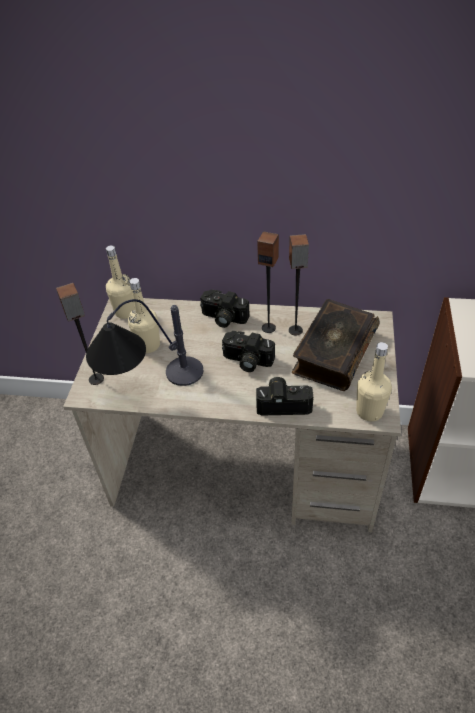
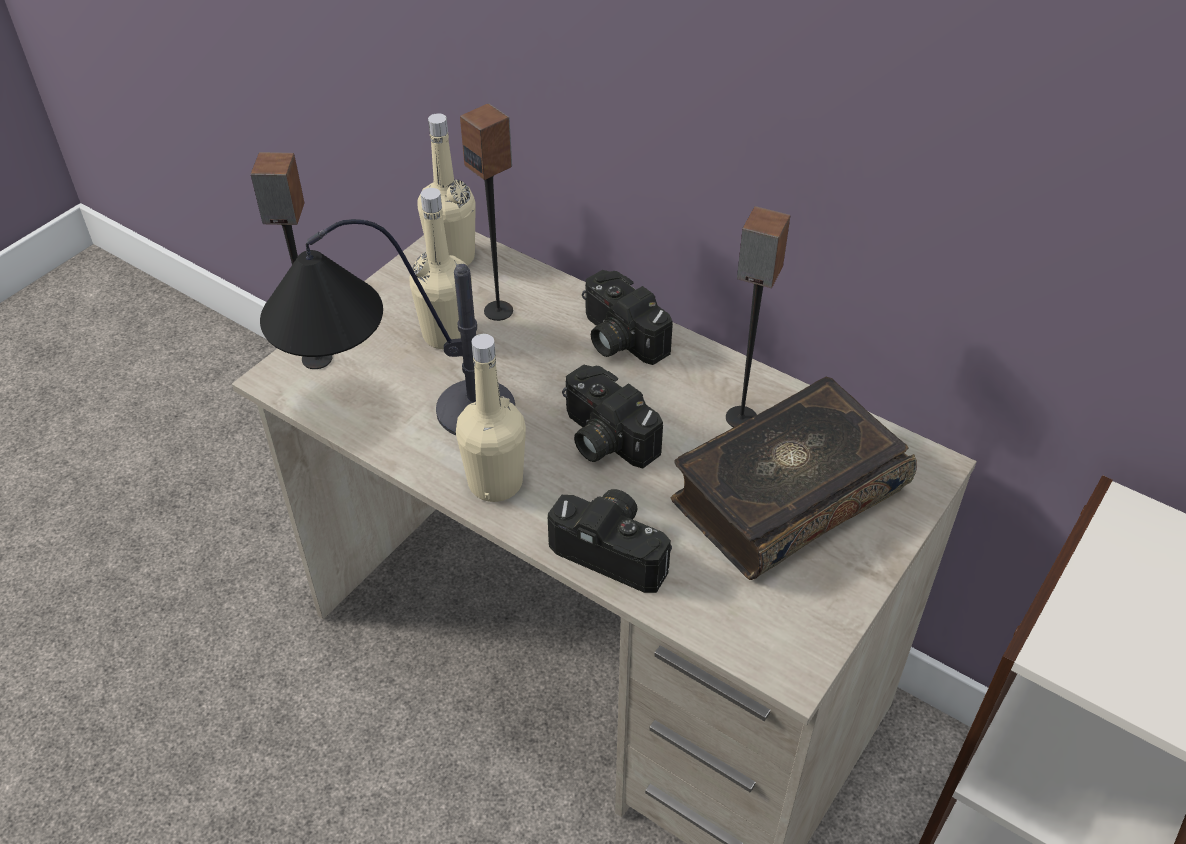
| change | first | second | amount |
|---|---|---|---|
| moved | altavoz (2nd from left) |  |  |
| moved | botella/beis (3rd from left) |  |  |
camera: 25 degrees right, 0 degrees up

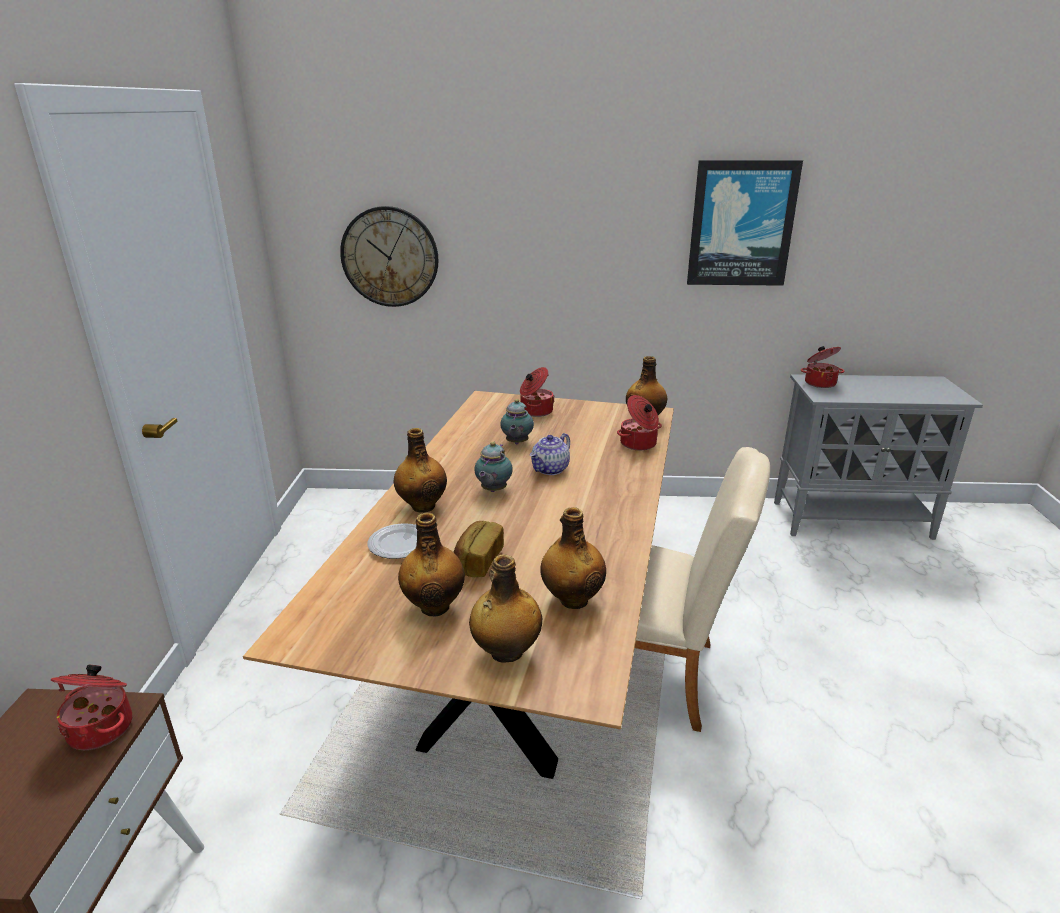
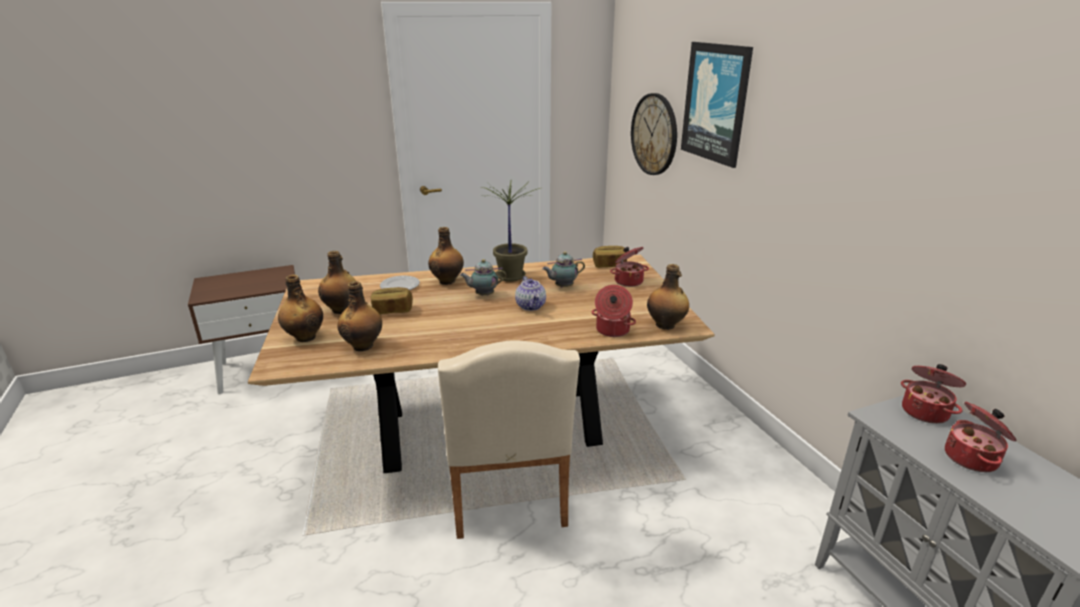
| change | first | second | amount |
|---|---|---|---|
| added |  | planta en maceta |  |
| added |  | pan (2nd from left) |  |
| moved | olla (1st from left in the first image) | olla (4th from left) |  |
| moved | cuadro |  |  |
| turned | tetera (3rd from left in the first image) | tetera (2nd from left) | 120 degrees counterclockwise |
camera: 65 degrees right, 0 degrees up

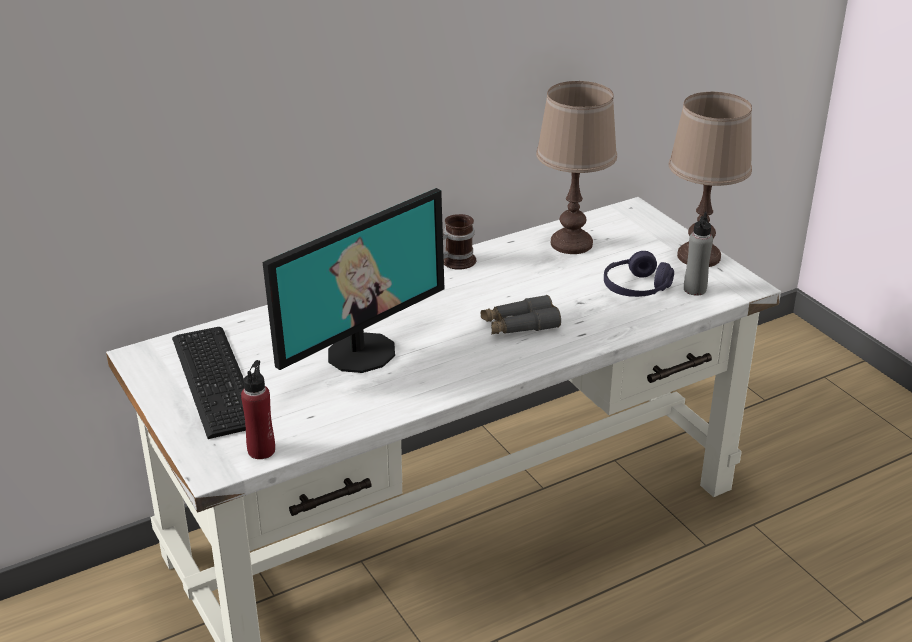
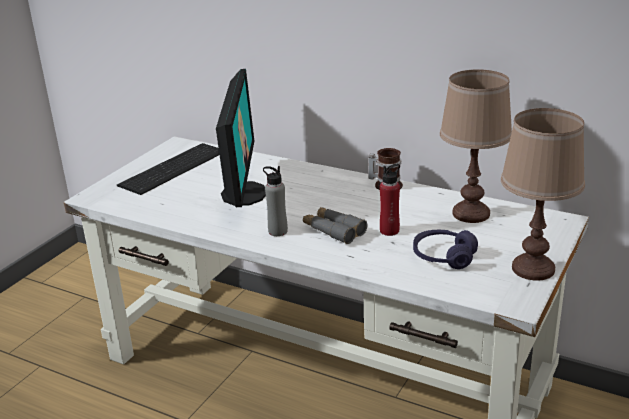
| change | first | second | amount |
|---|---|---|---|
| moved | botella/rojo |  |  |
| moved | botella/gris |  |  |
| turned | monitor |  | 105 degrees counterclockwise |
camera: 60 degrees right, 5 degrees down

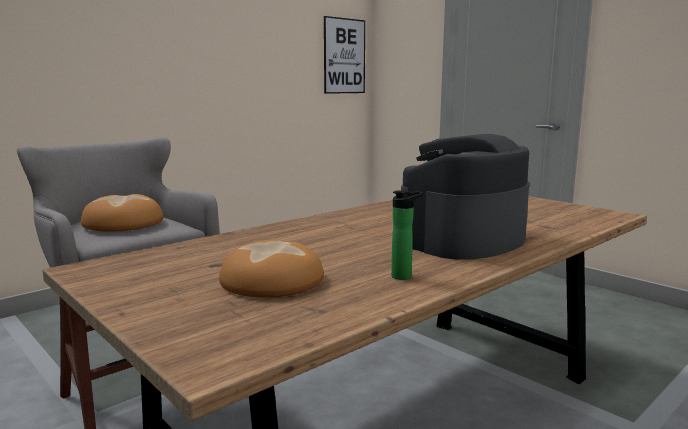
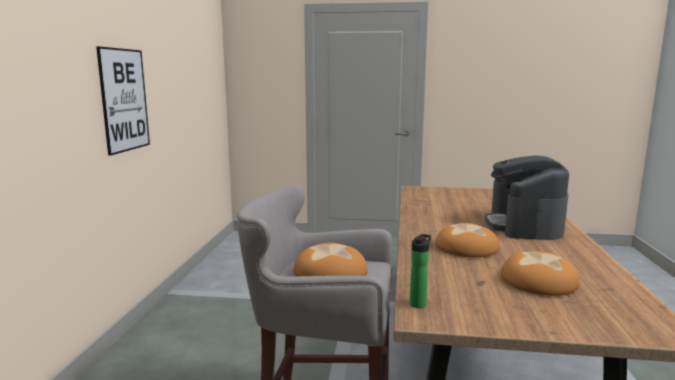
| change | first | second | amount |
|---|---|---|---|
| added |  | pan (2nd from left) |  |
| moved | cuadro |  |  |
| moved | botella |  |  |
camera: 40 degrees left, 0 degrees up

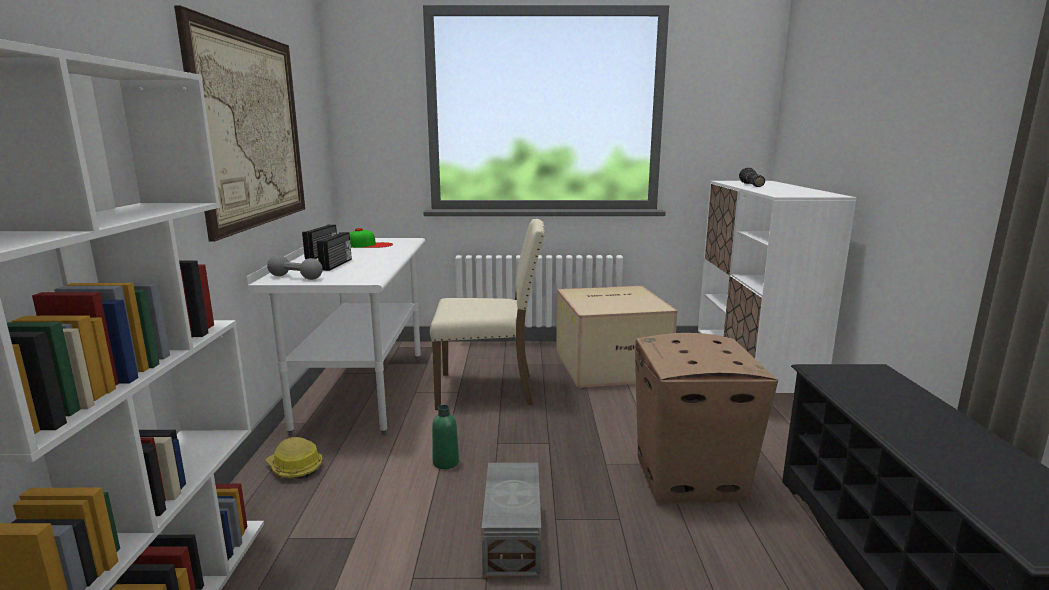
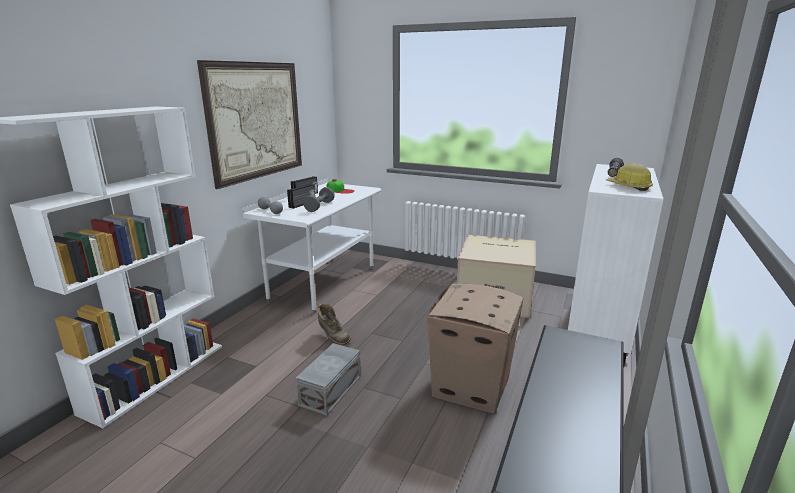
| change | first | second | amount |
|---|---|---|---|
| removed | silla/beis |  |  |
| added |  | mancuerna/gris (2nd from left) |  |
| moved | casco |  |  |
| replaced | botella/verde | bota/marrón |  |
camera: 25 degrees right, 5 degrees up

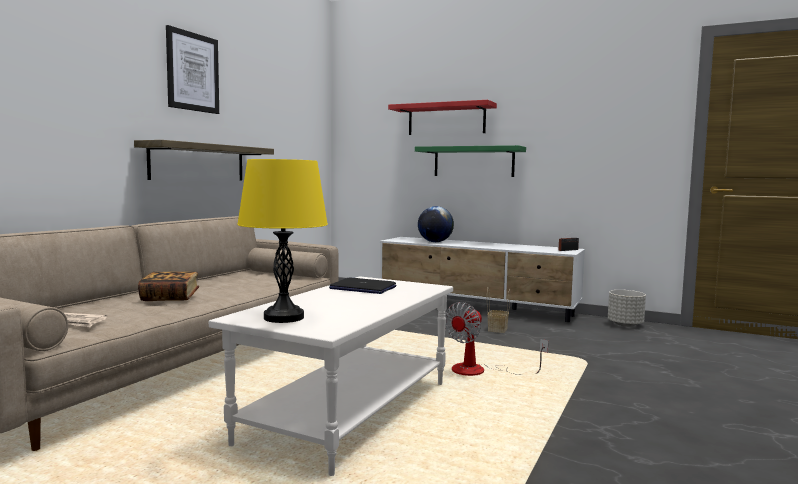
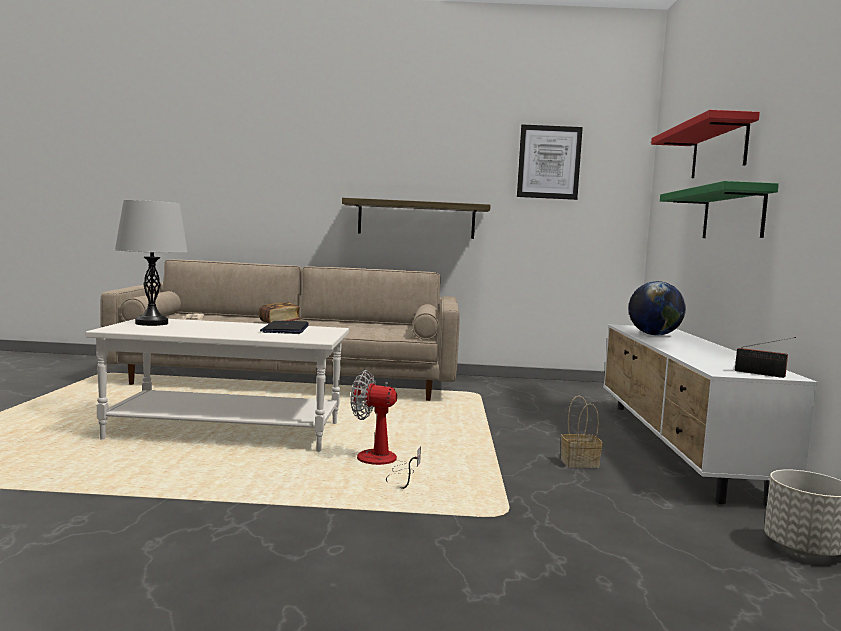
| change | first | second | amount |
|---|---|---|---|
| moved | cuadro |  |  |
| recoloured | lámpara de mesa/amarillo | lámpara de mesa/gris |  |
camera: 65 degrees right, 0 degrees up

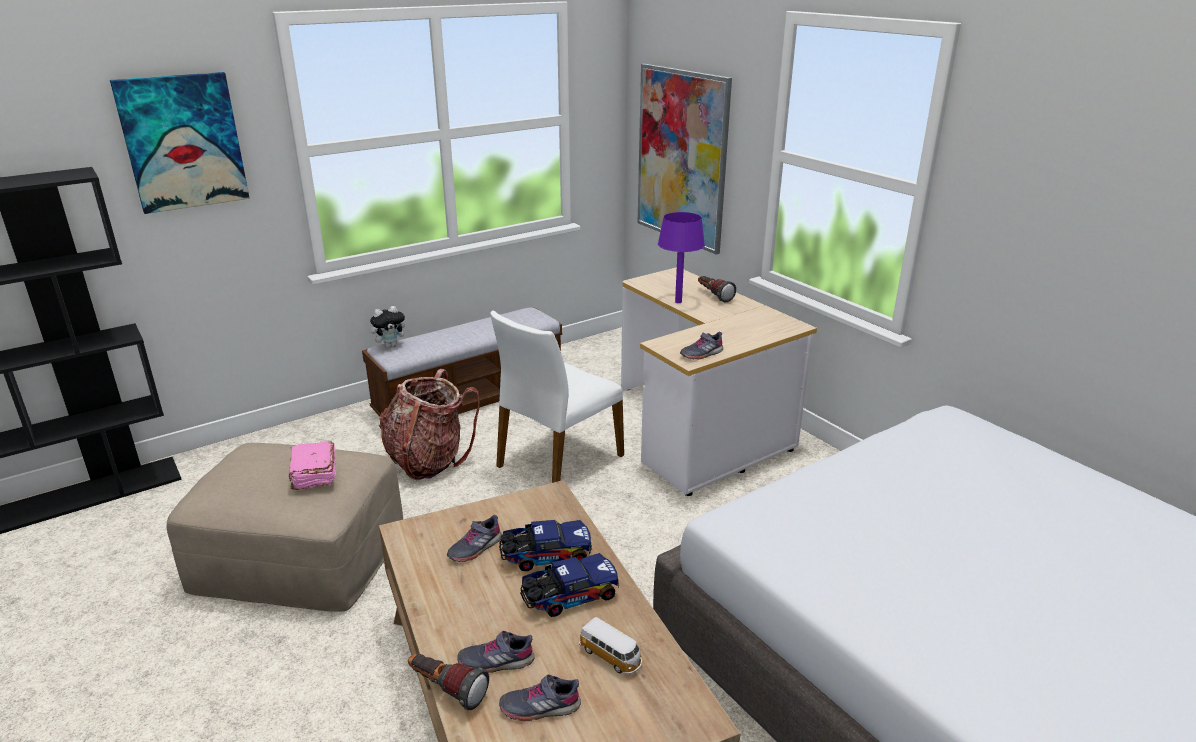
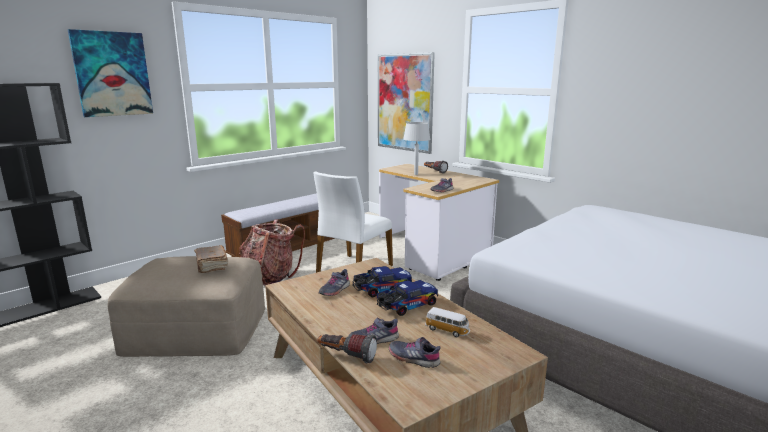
| change | first | second | amount |
|---|---|---|---|
| removed | peluche |  |  |
| recoloured | libro/rosa | libro/marrón |  |
| recoloured | lámpara de mesa/morado | lámpara de mesa/gris |  |
| turned | zapato/gris (3rd from left) |  | 45 degrees clockwise |
camera: 10 degrees left, 10 degrees down

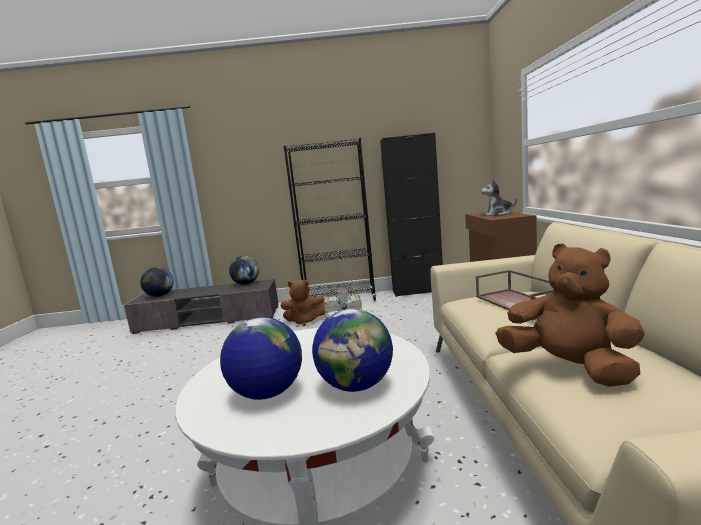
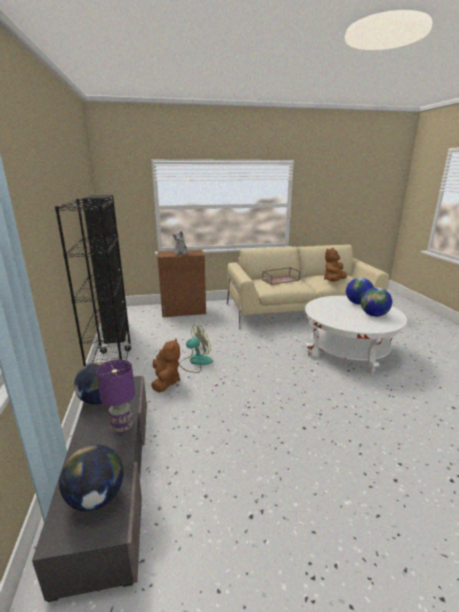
| change | first | second | amount |
|---|---|---|---|
| added |  | lámpara de mesa/morado |  |
camera: 100 degrees left, 10 degrees up

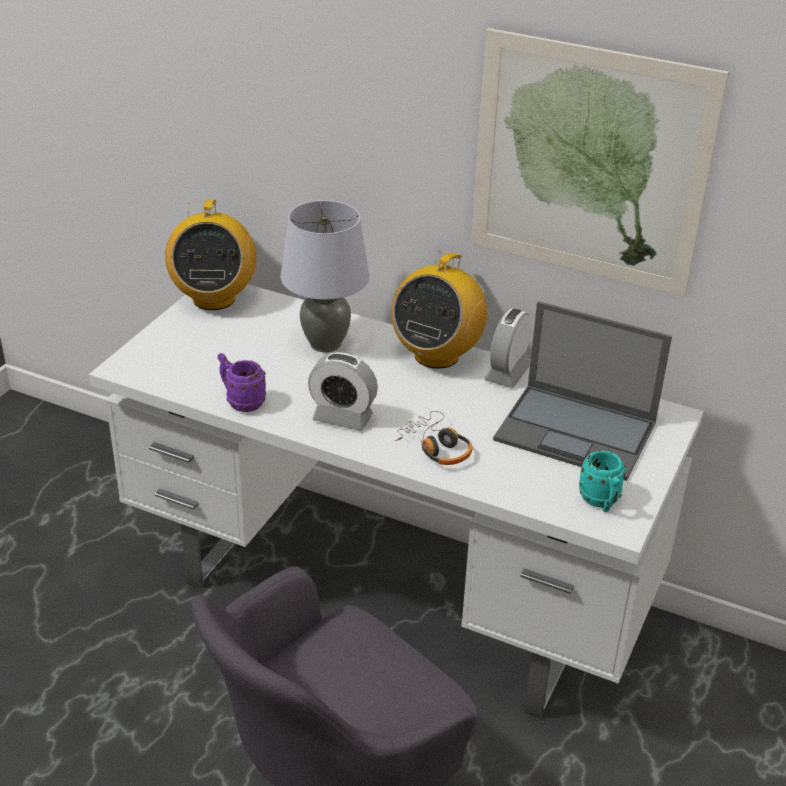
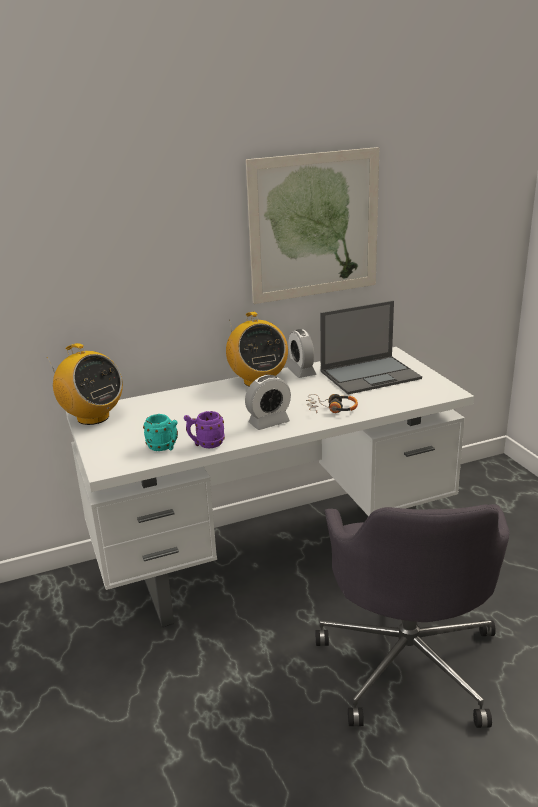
| change | first | second | amount |
|---|---|---|---|
| removed | lámpara de mesa/gris |  |  |
| moved | taza grande/turquesa |  |  |
camera: 45 degrees left, 10 degrees down

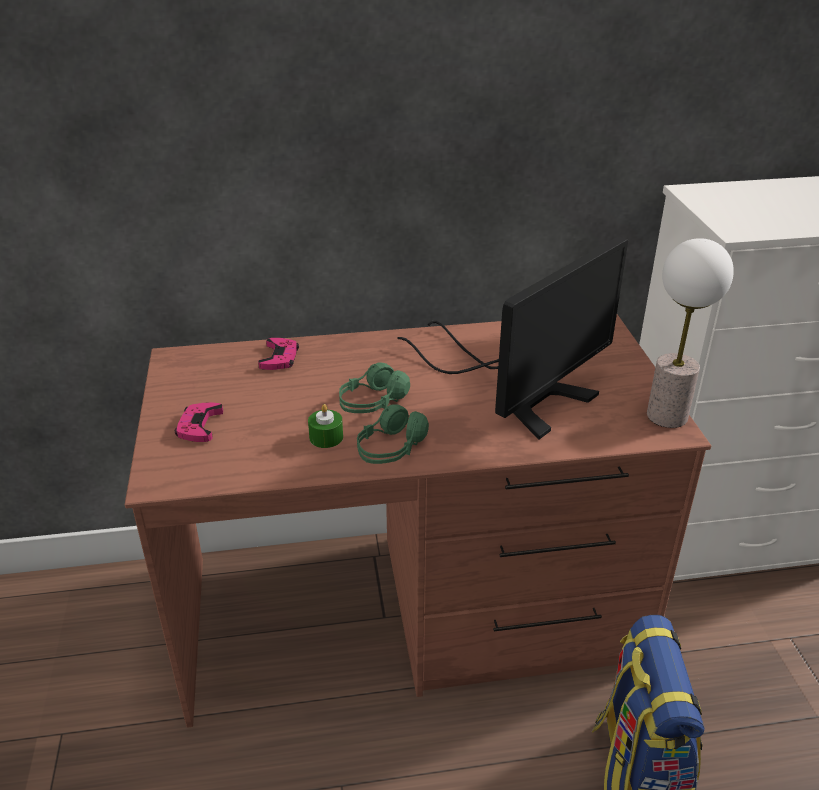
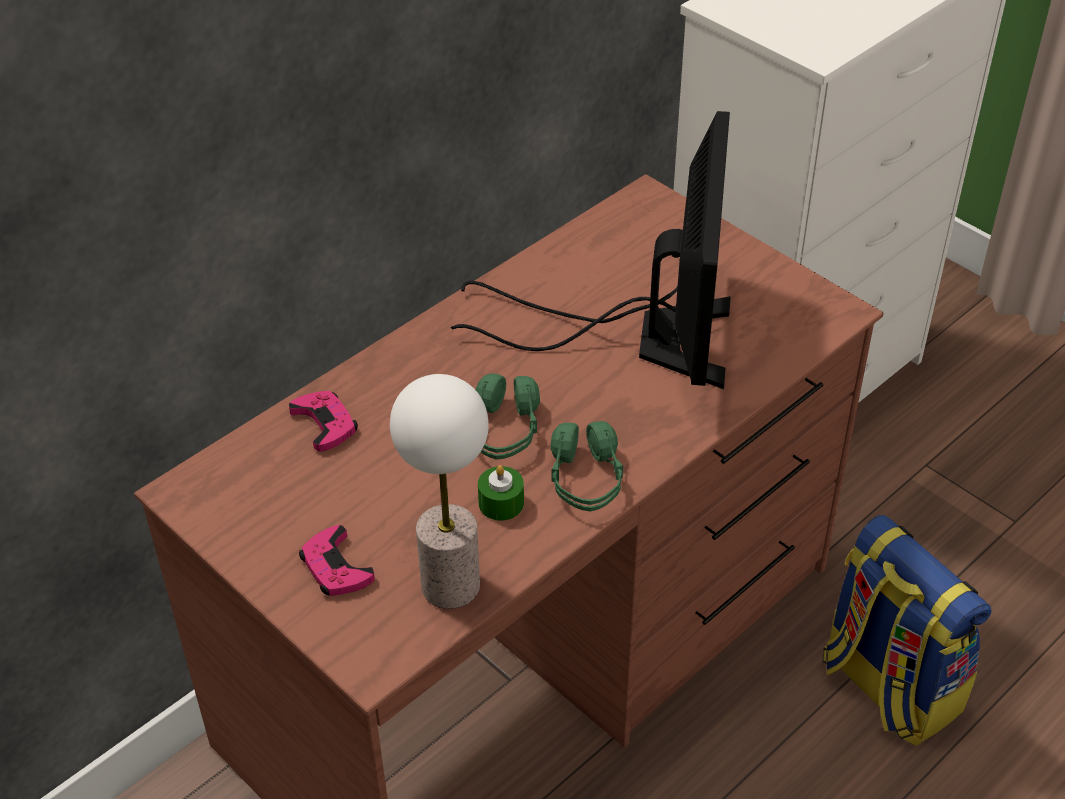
| change | first | second | amount |
|---|---|---|---|
| moved | lámpara de mesa |  |  |
camera: 35 degrees left, 10 degrees up

